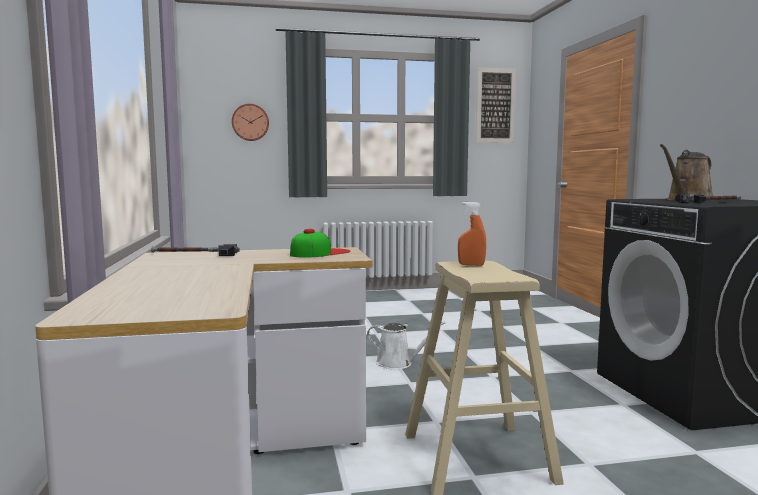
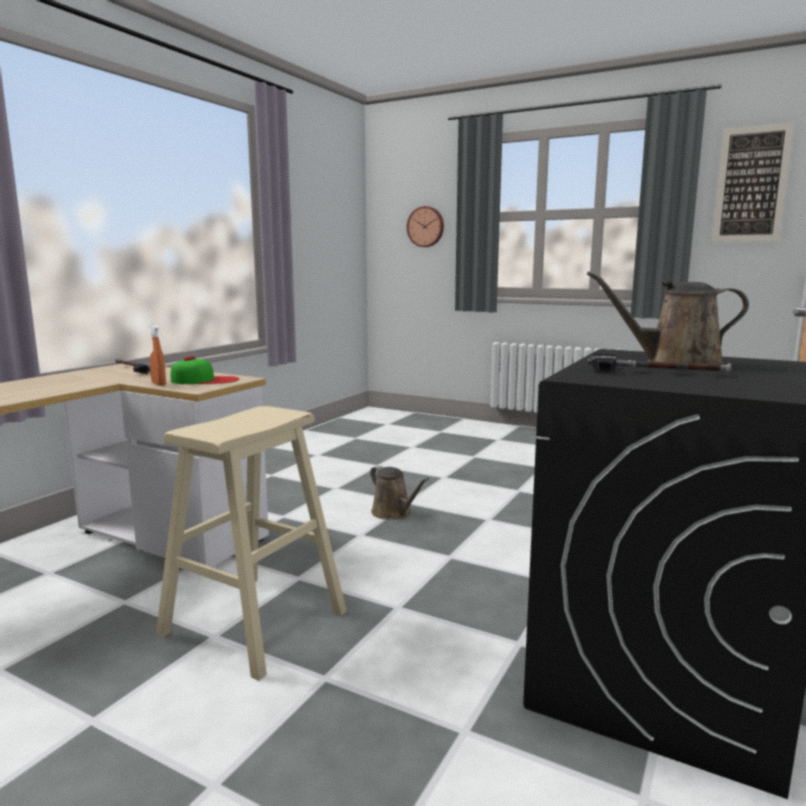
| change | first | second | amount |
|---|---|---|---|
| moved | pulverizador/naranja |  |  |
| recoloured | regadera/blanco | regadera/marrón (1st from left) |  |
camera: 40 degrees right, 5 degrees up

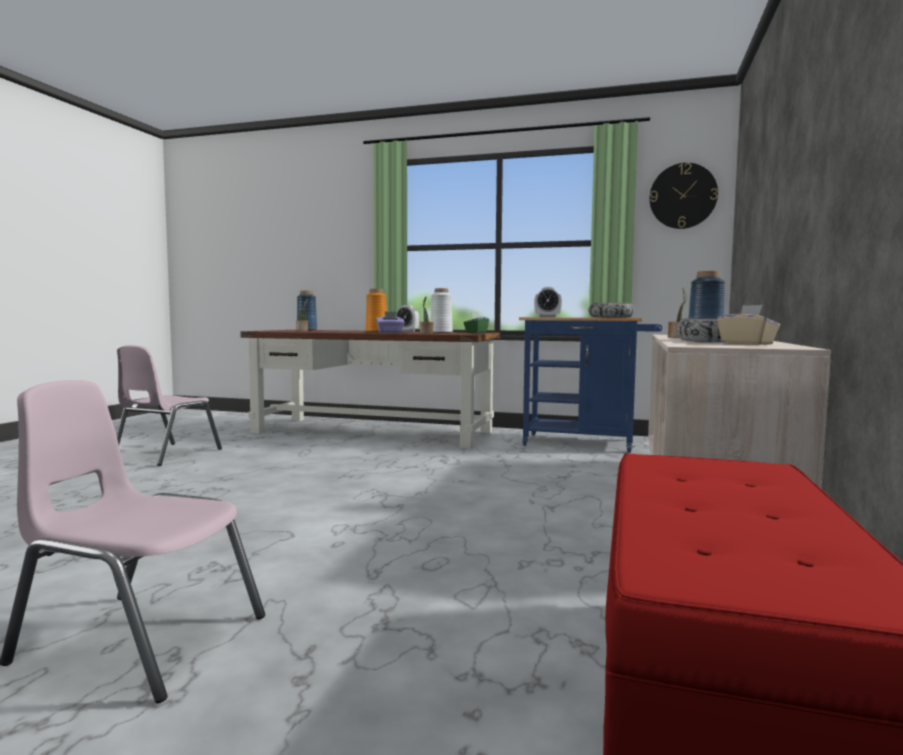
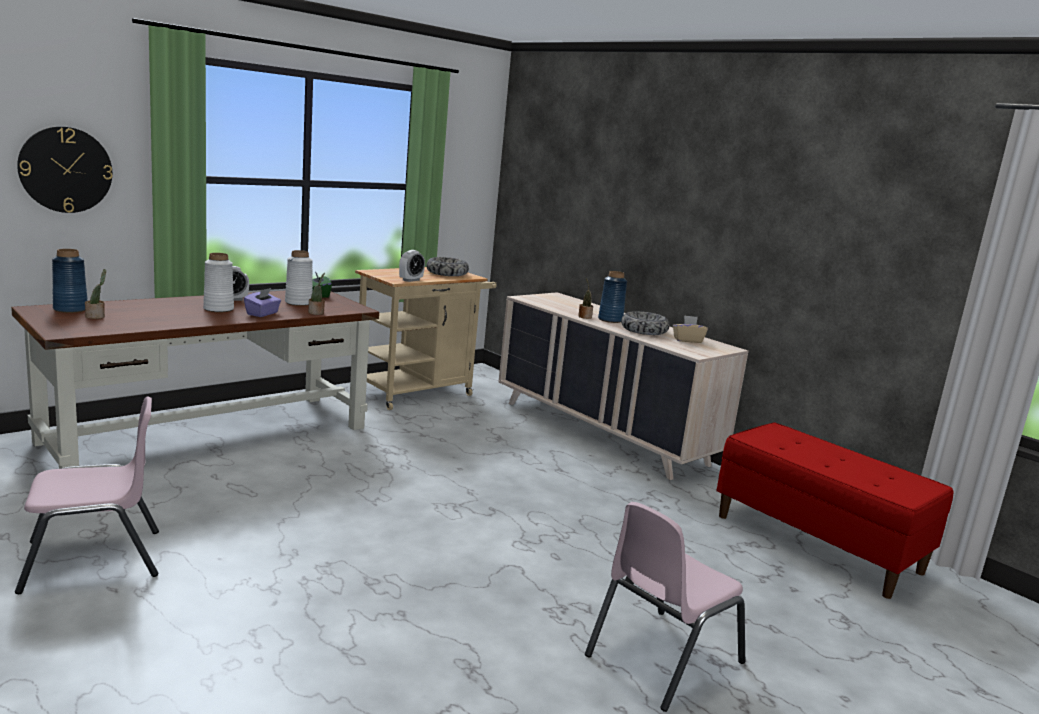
| change | first | second | amount |
|---|---|---|---|
| moved | reloj de pared |  |  |
| recoloured | florero/naranja | florero/blanco (1st from left) |  |
| recoloured | carrito/azul | carrito/beis |  |
| turned | silla/rosa (2nd from left in the first image) | silla/rosa (1st from left) | 75 degrees counterclockwise |
camera: 60 degrees left, 10 degrees up

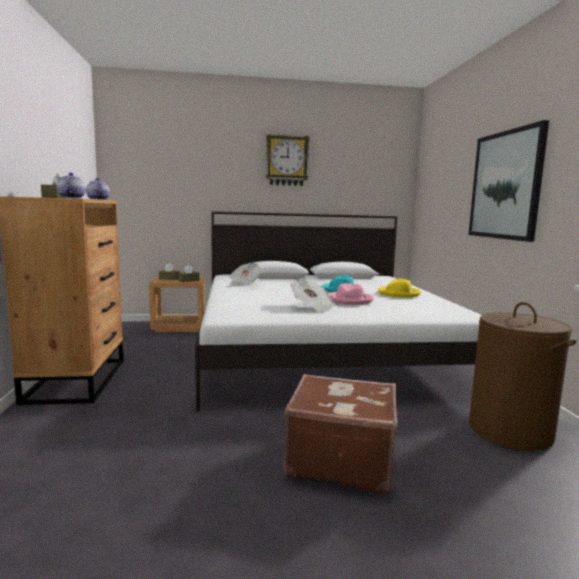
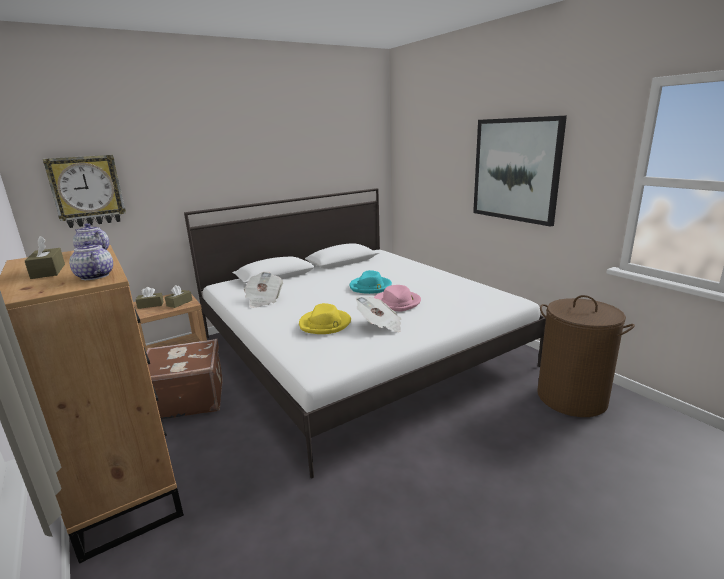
| change | first | second | amount |
|---|---|---|---|
| moved | reloj de pared |  |  |
| moved | maleta/marrón |  |  |
| moved | sombrero/amarillo |  |  |
camera: 25 degrees left, 10 degrees up

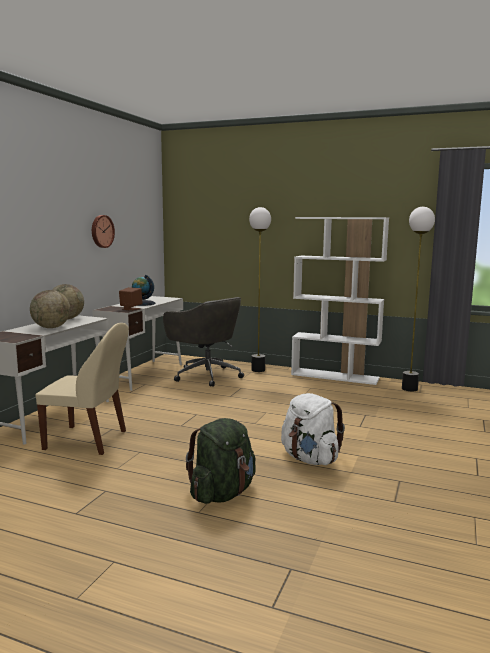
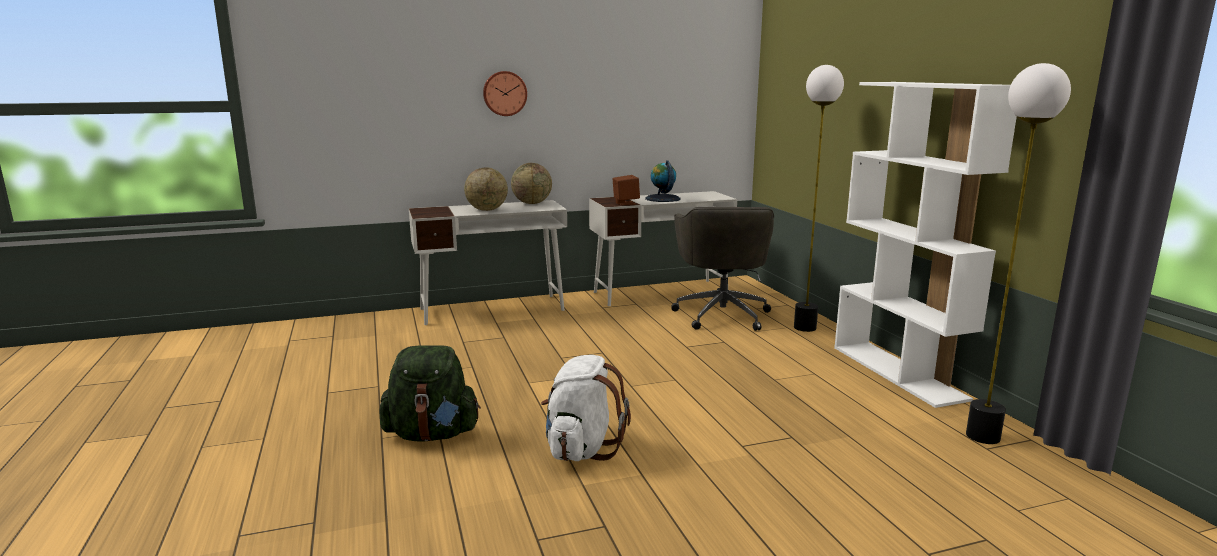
| change | first | second | amount |
|---|---|---|---|
| removed | silla/beis |  |  |
| moved | reloj de pared |  |  |
camera: 50 degrees right, 5 degrees up

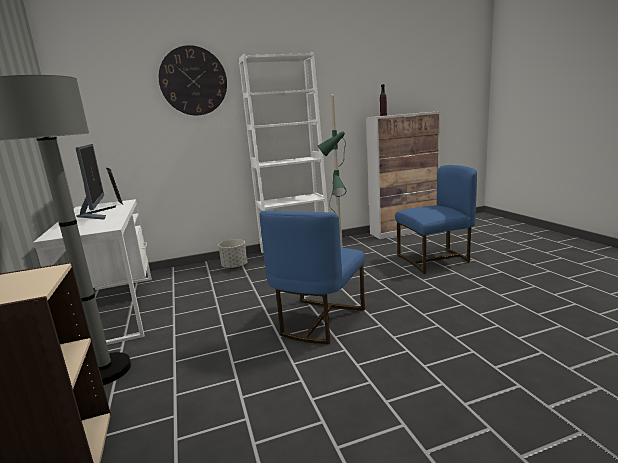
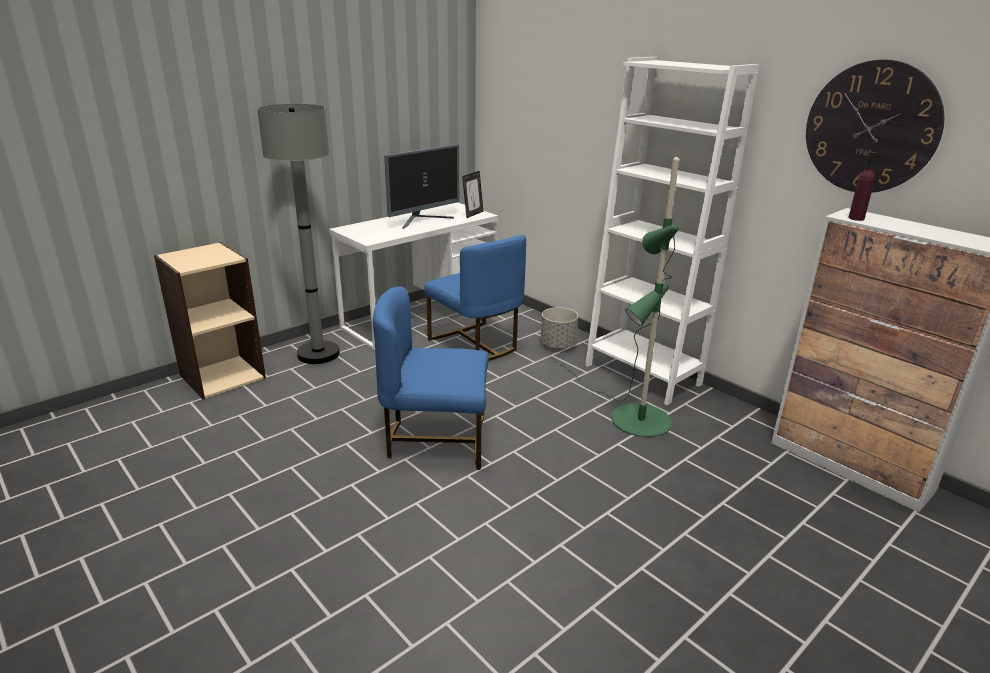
| change | first | second | amount |
|---|---|---|---|
| moved | reloj de pared |  |  |
| moved | silla/azul (2nd from left) |  |  |
camera: 65 degrees right, 10 degrees up

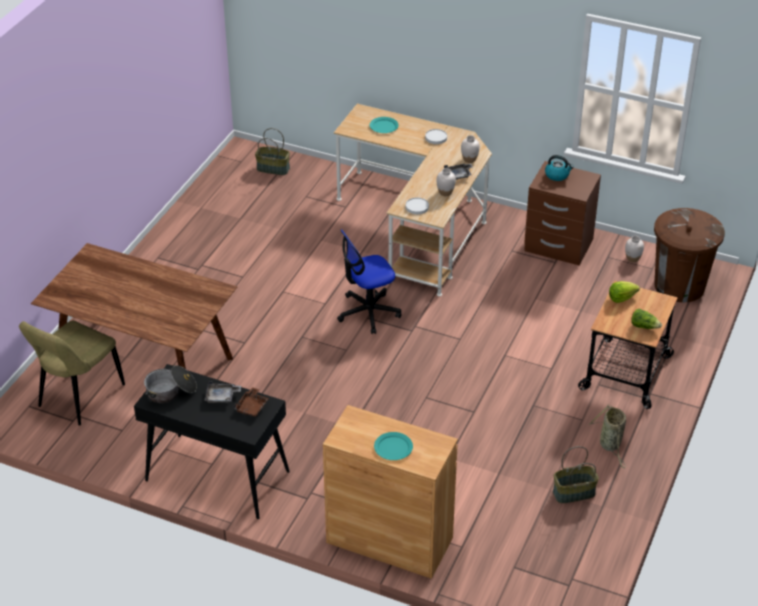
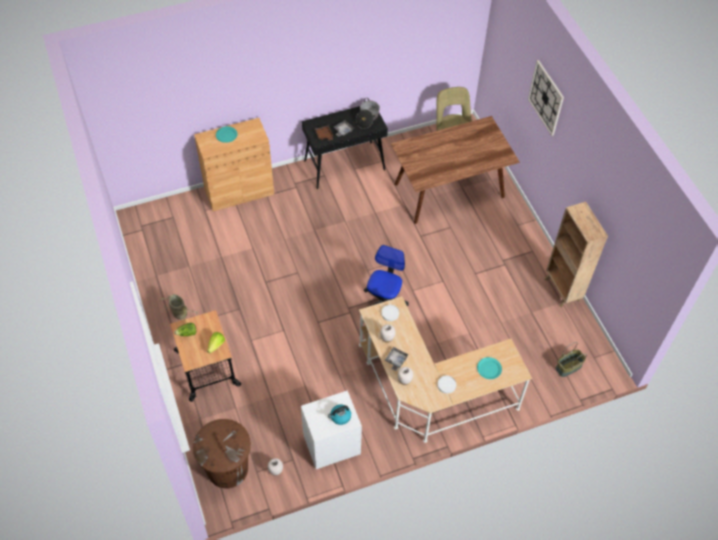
| change | first | second | amount |
|---|---|---|---|
| removed | cesta (2nd from left) |  |  |
| added |  | reloj de pared |  |
| added |  | estantería/marrón |  |
| recoloured | mesita de noche/marrón | mesita de noche/blanco |  |
camera: 135 degrees right, 15 degrees up

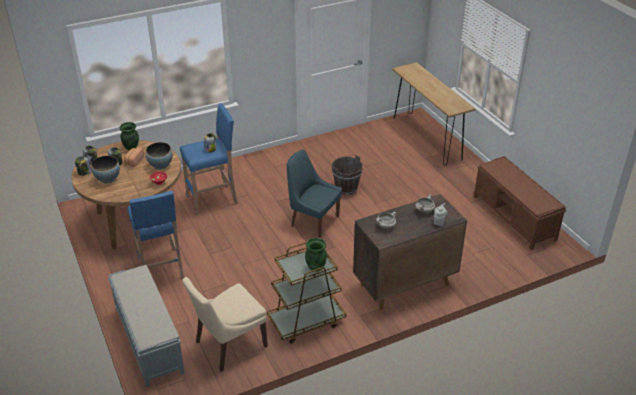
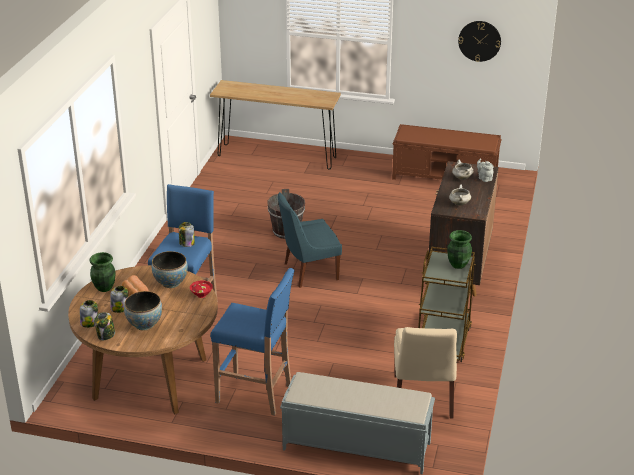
| change | first | second | amount |
|---|---|---|---|
| added |  | reloj de pared |  |
camera: 50 degrees left, 5 degrees down

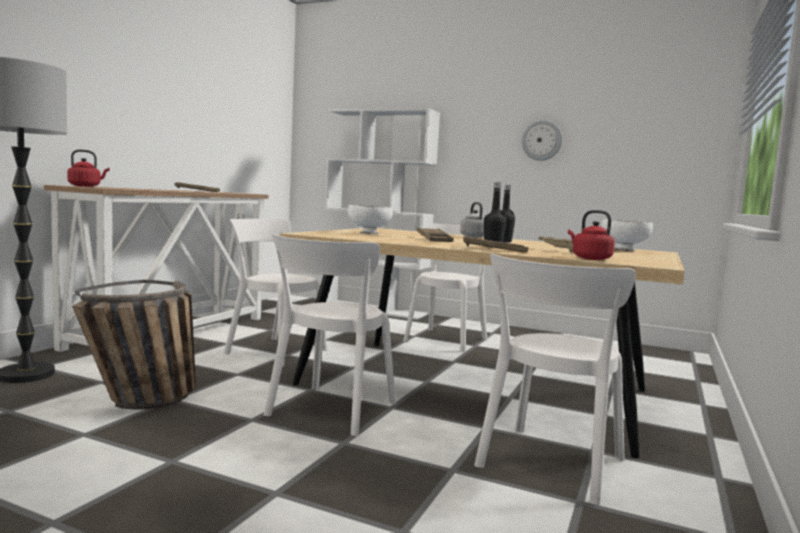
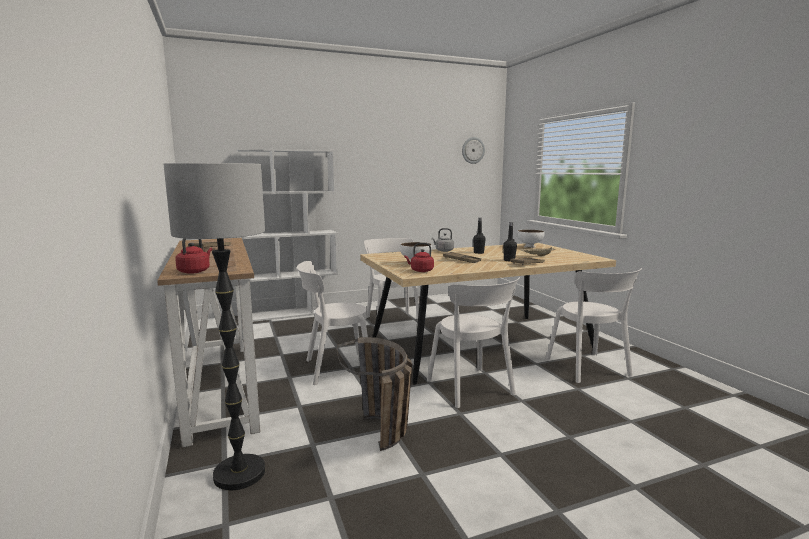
| change | first | second | amount |
|---|---|---|---|
| moved | reloj de pared |  |  |
| moved | hervidor/rojo (2nd from left) |  |  |
camera: 45 degrees left, 5 degrees up

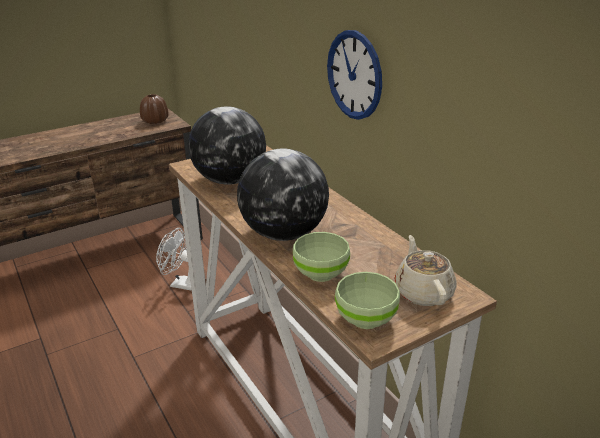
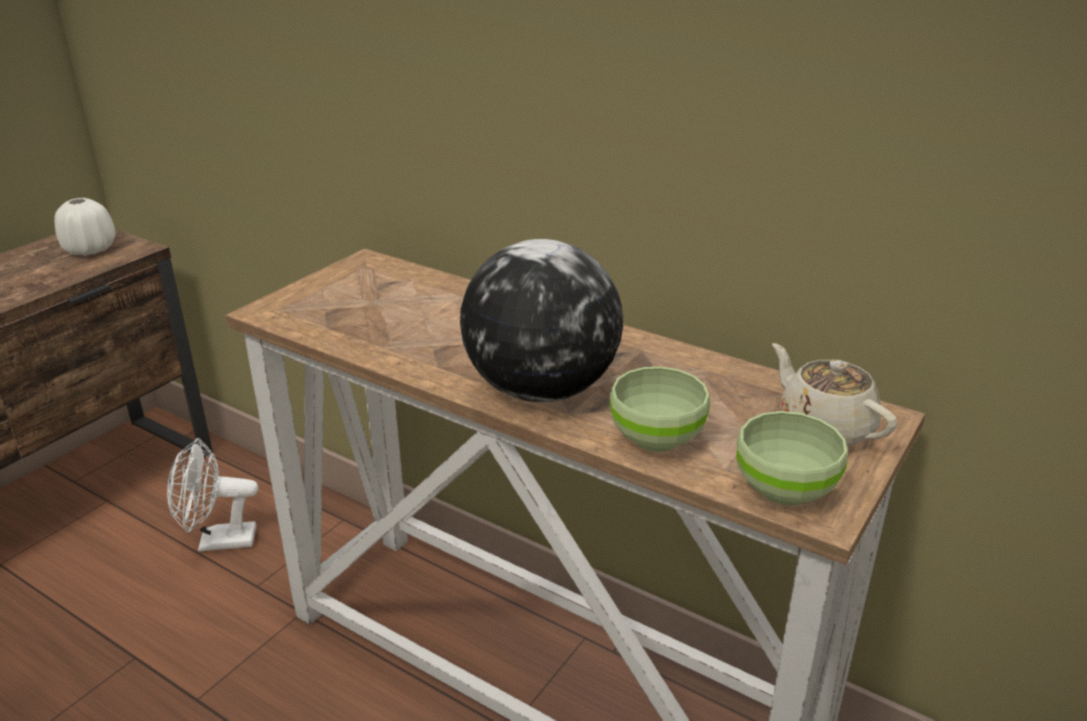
| change | first | second | amount |
|---|---|---|---|
| removed | globo terráqueo (1st from left) |  |  |
| removed | reloj de pared |  |  |
| recoloured | florero/marrón | florero/blanco |  |
camera: 25 degrees left, 0 degrees up

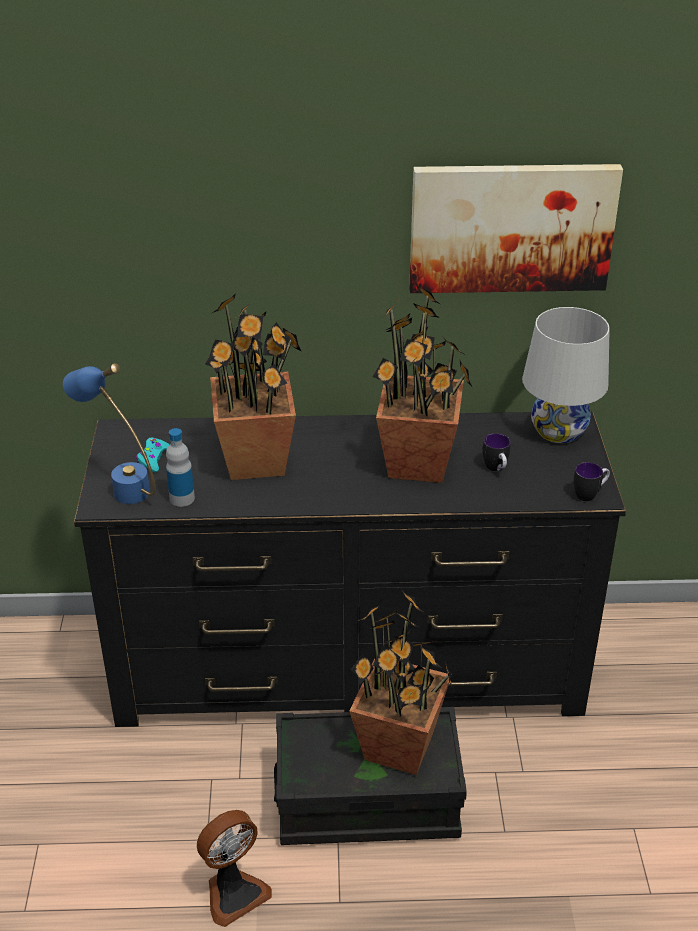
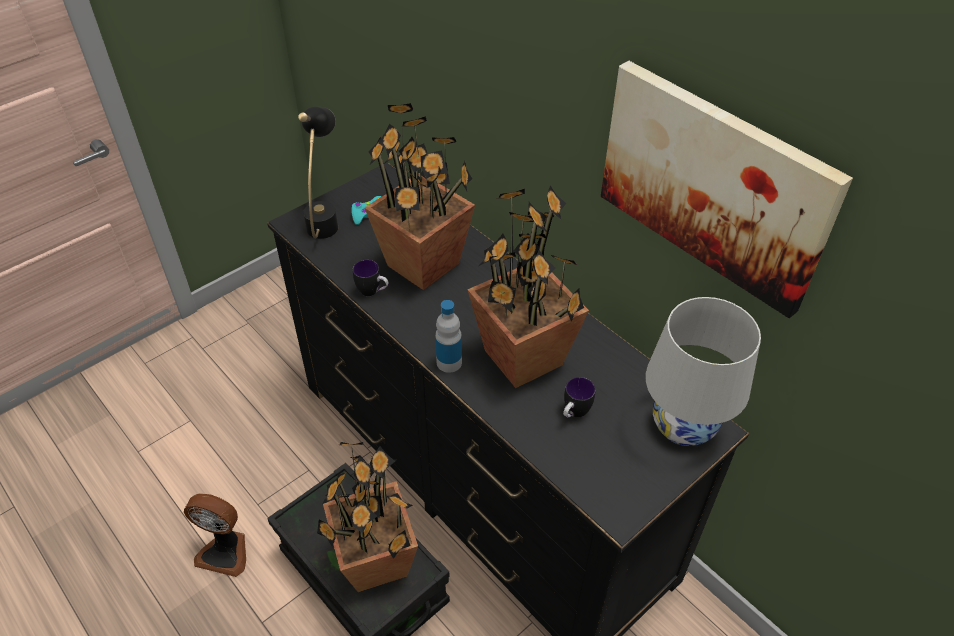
| change | first | second | amount |
|---|---|---|---|
| moved | botella |  |  |
| moved | taza grande (2nd from left in the first image) | taza grande (1st from left) |  |
| recoloured | lámpara de mesa/azul | lámpara de mesa/negro |  |
camera: 50 degrees right, 10 degrees up

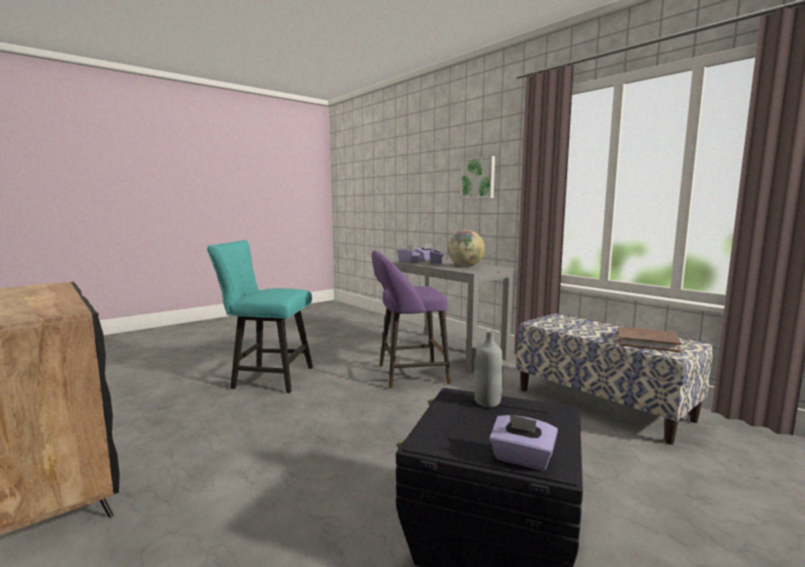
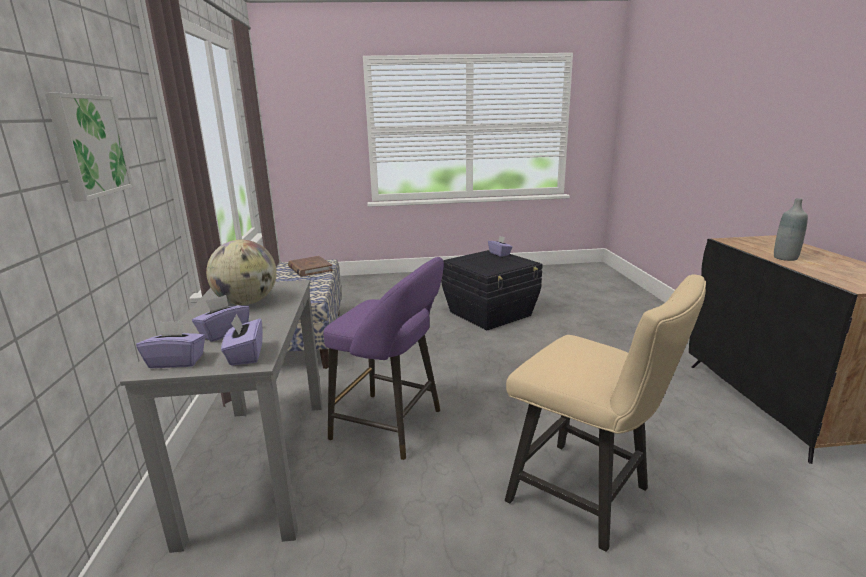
| change | first | second | amount |
|---|---|---|---|
| moved | botella/gris |  |  |
| recoloured | silla/turquesa | silla/beis |  |
camera: 145 degrees left, 10 degrees up

